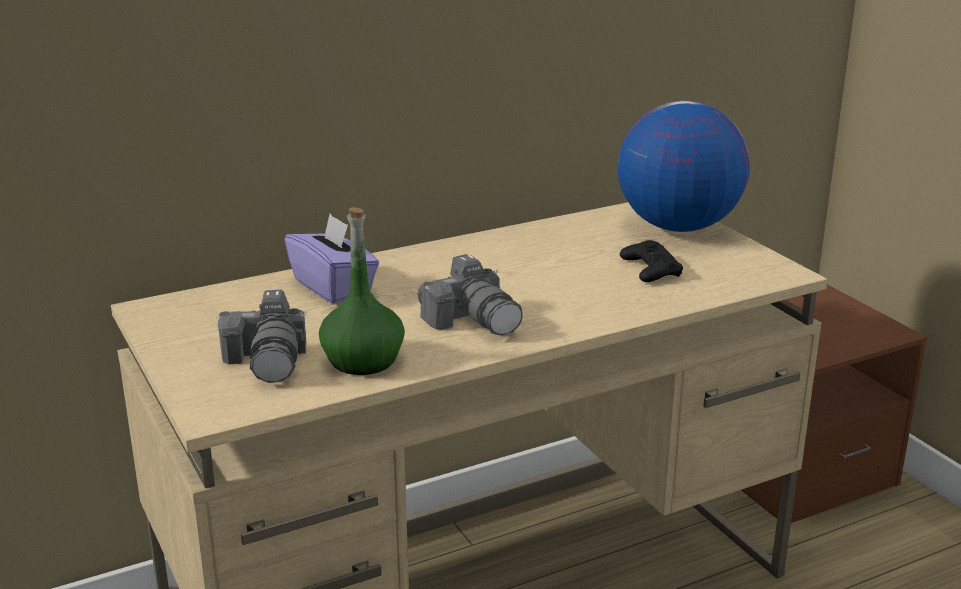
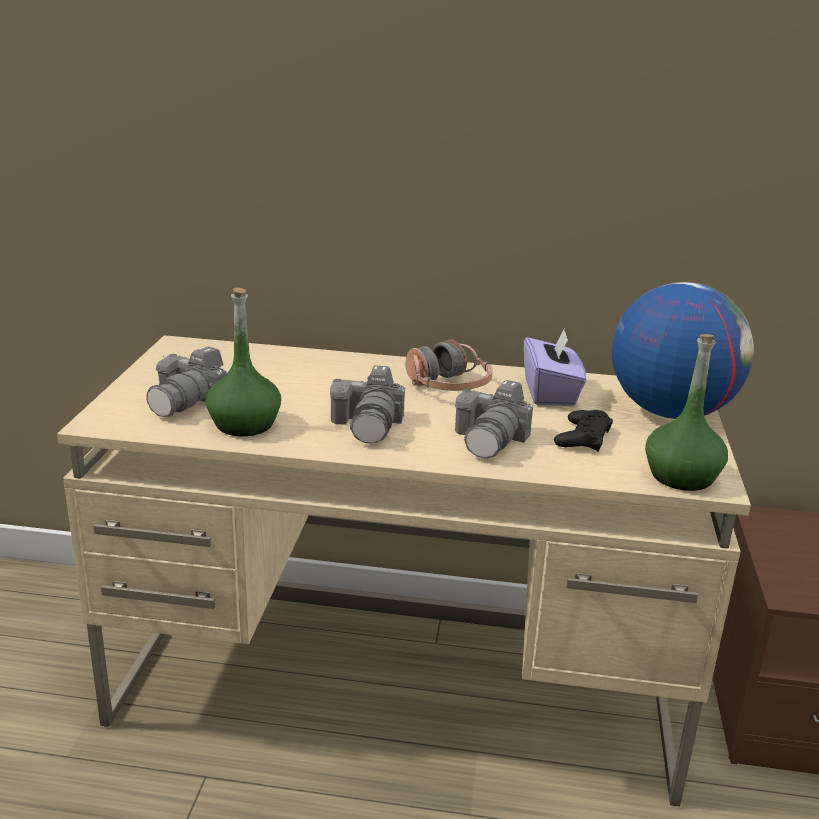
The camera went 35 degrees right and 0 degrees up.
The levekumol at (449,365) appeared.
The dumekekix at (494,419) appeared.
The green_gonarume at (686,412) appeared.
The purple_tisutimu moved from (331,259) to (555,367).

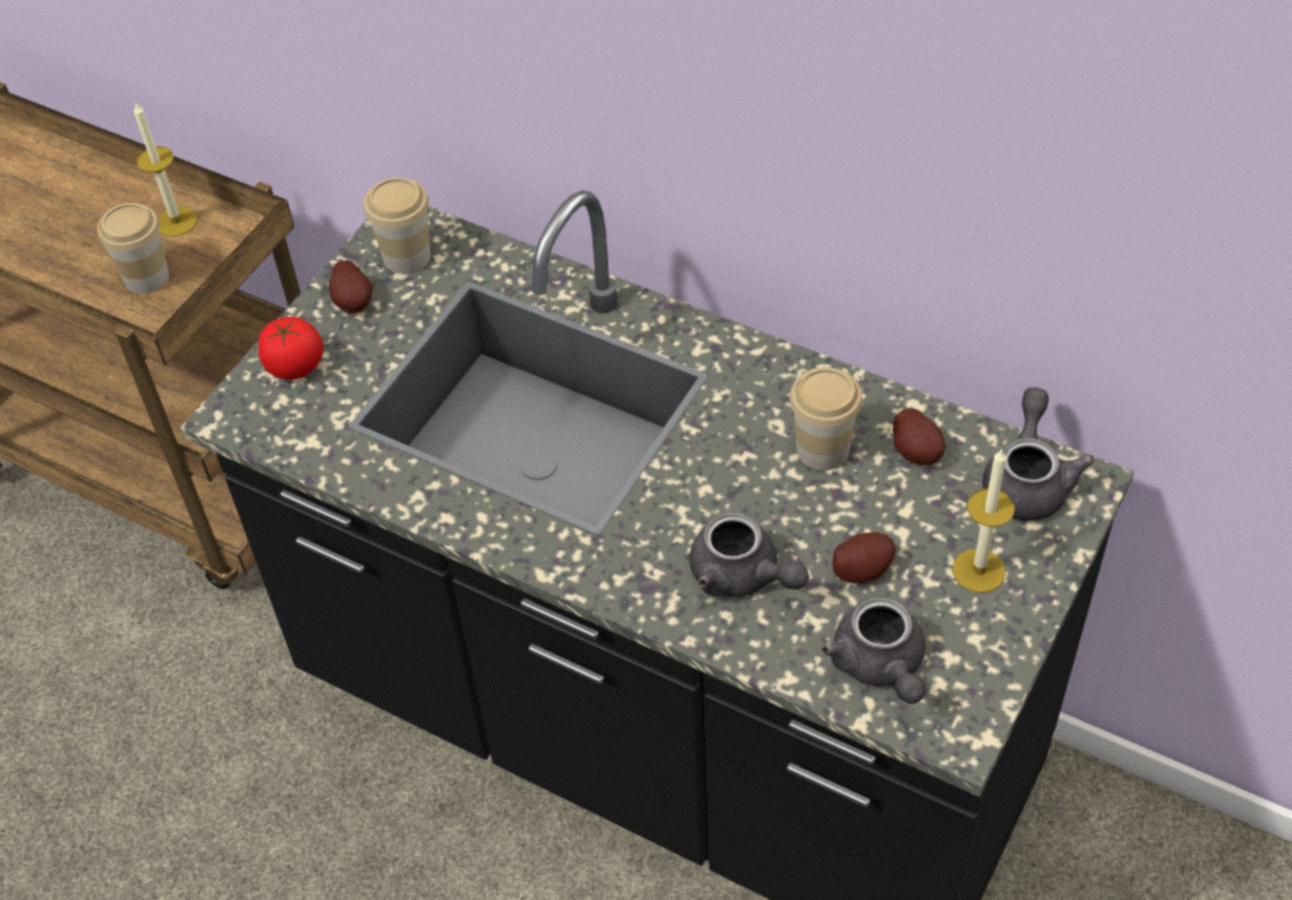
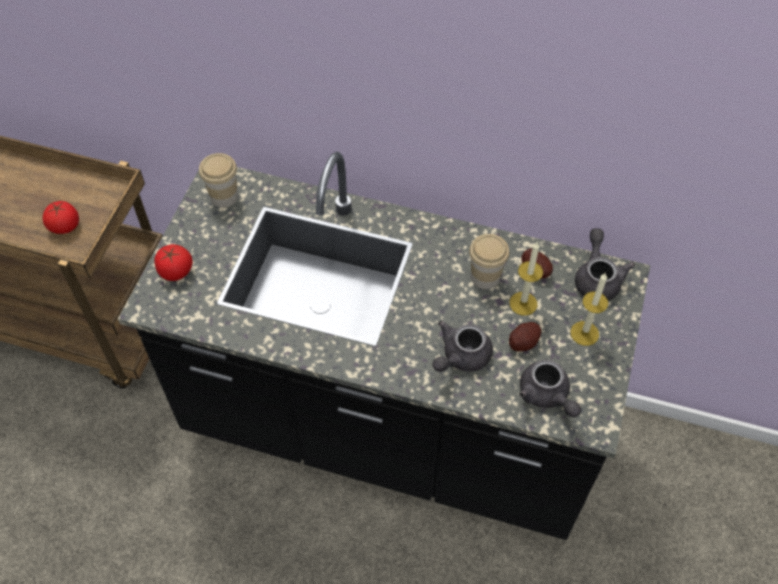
The camera went 15 degrees left and 5 degrees up.
The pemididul at (350,286) disappeared.
The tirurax moved from (165,169) to (526,278).
The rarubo at (133,248) was replaced by the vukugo at (61,217).
The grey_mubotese at (749,554) turned 105 degrees clockwise.

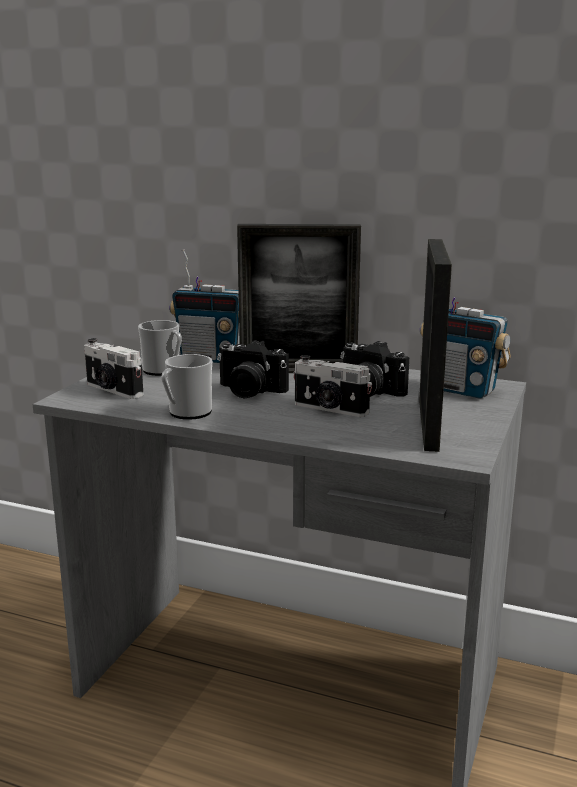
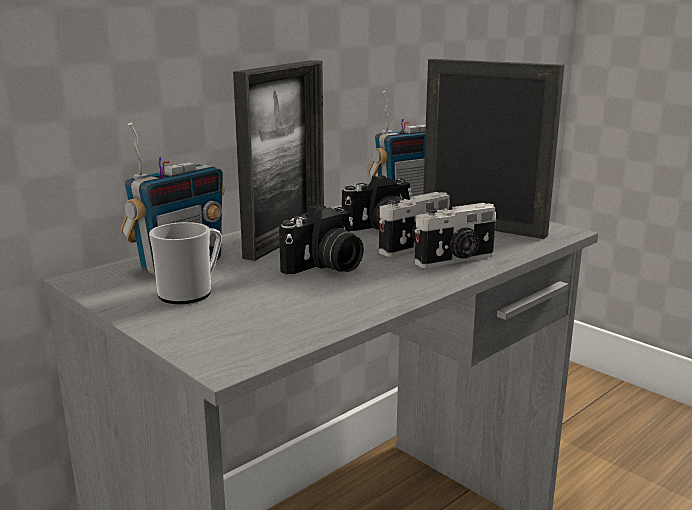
The camera went 65 degrees left and 0 degrees up.
The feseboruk at (186,387) disappeared.
The dumekekix moved from (114,368) to (456,235).

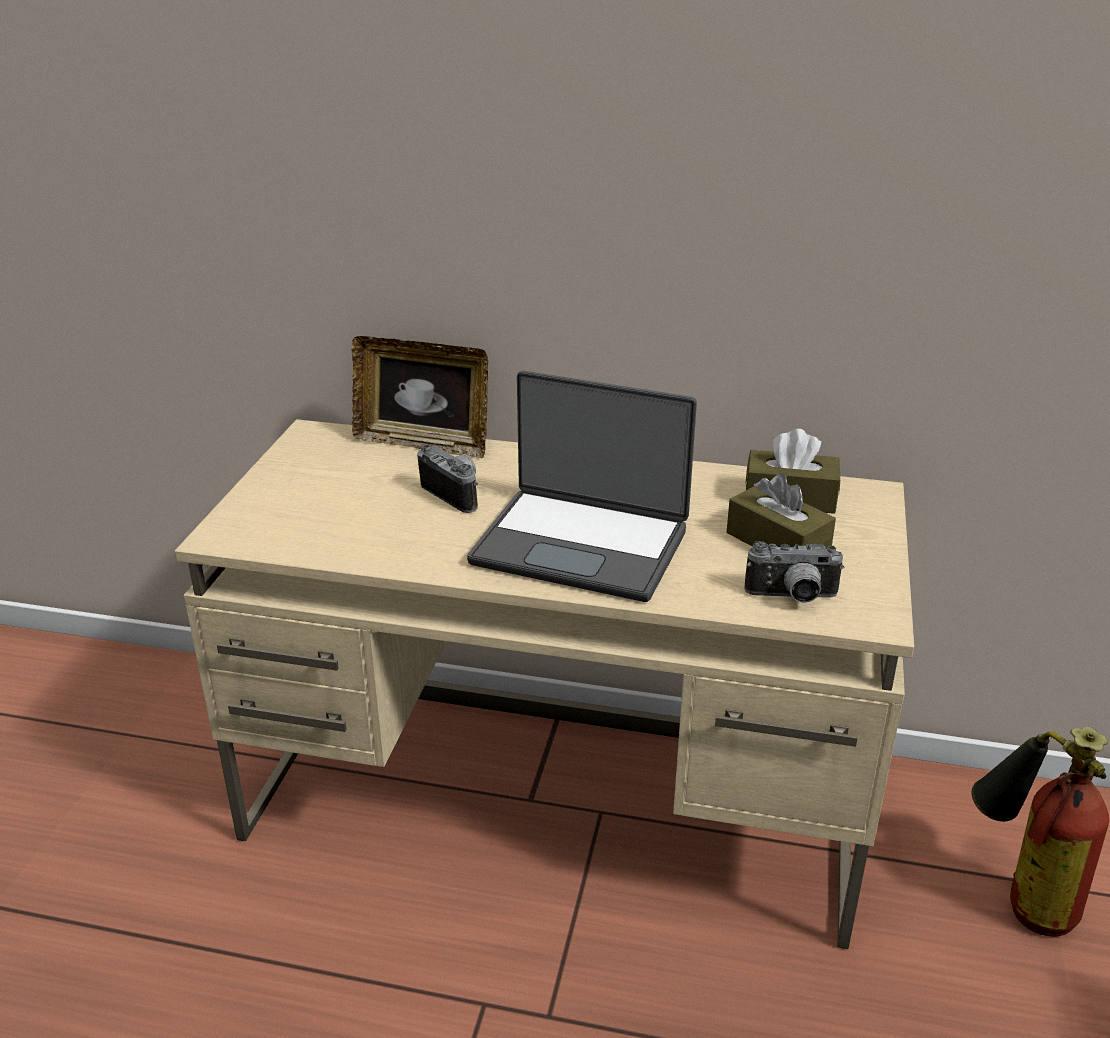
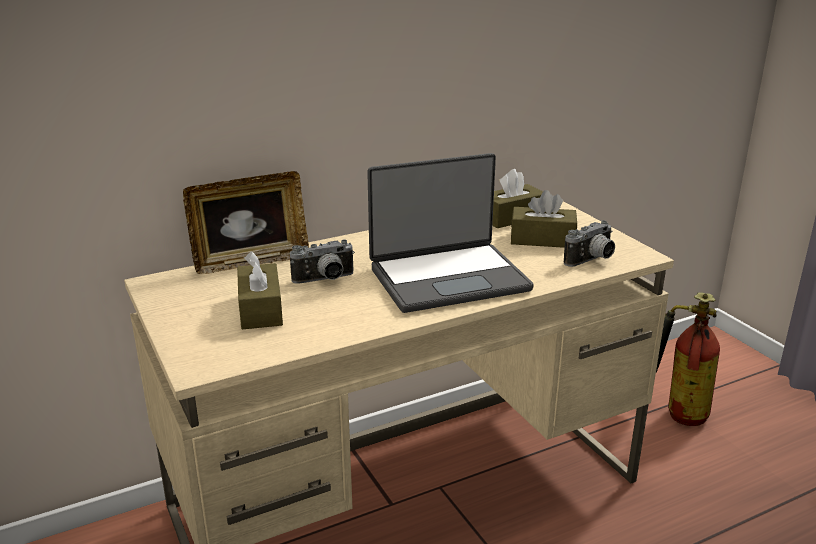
The camera went 40 degrees left and 5 degrees down.
The brown_tisutimu at (260,290) appeared.
The dumekekix at (447,479) turned 150 degrees clockwise.

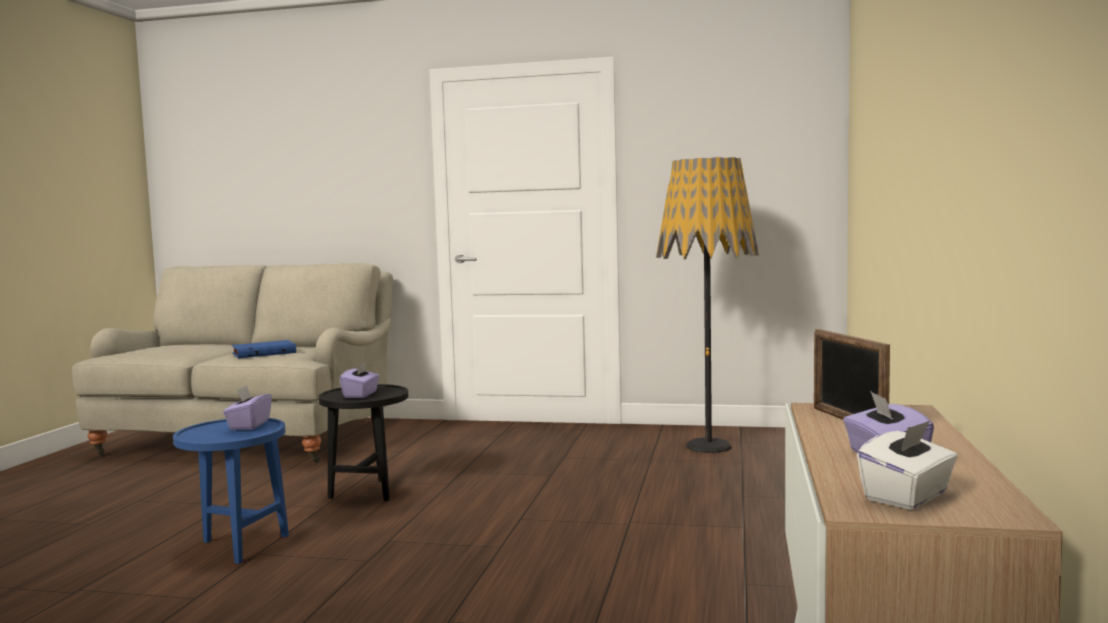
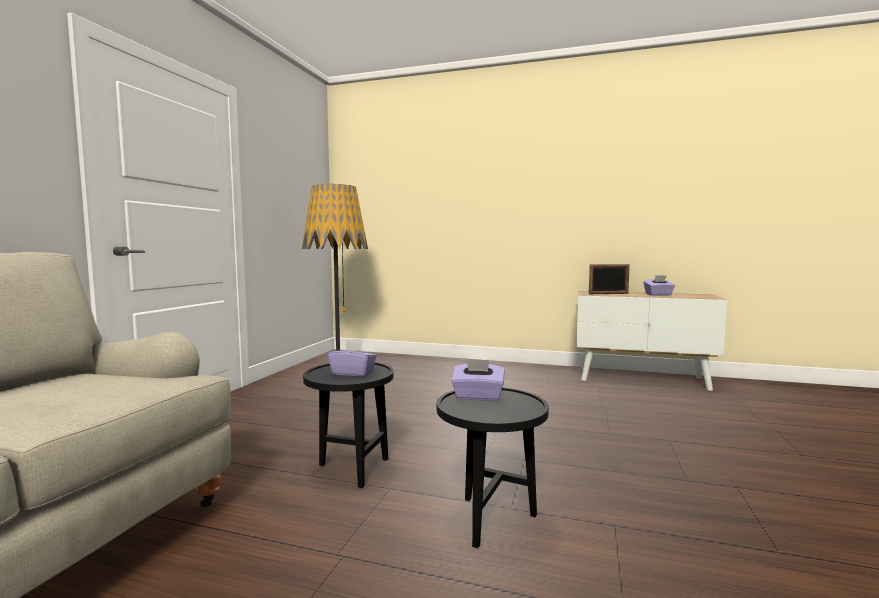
The camera went 85 degrees left and 0 degrees up.
The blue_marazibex at (264,349) disappeared.
The white_tisutimu at (907,465) disappeared.
The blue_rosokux at (231,491) became the black_rosokux at (493,467).

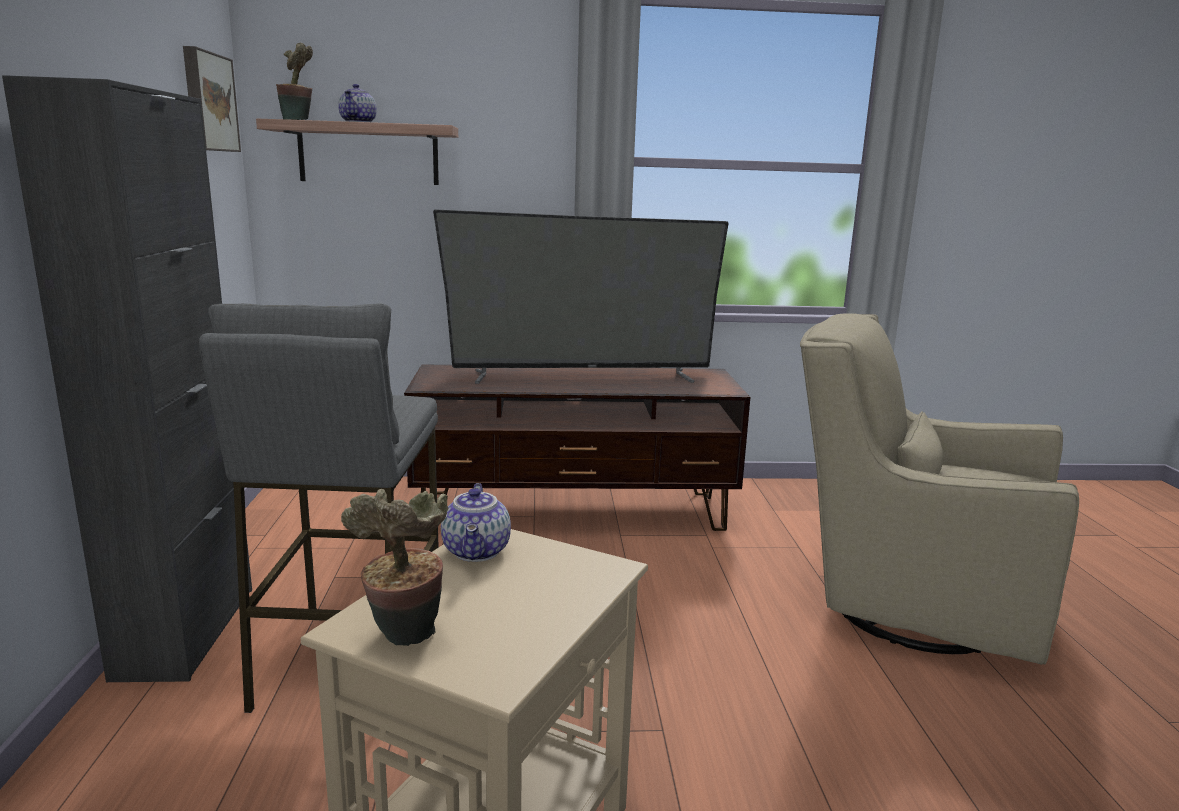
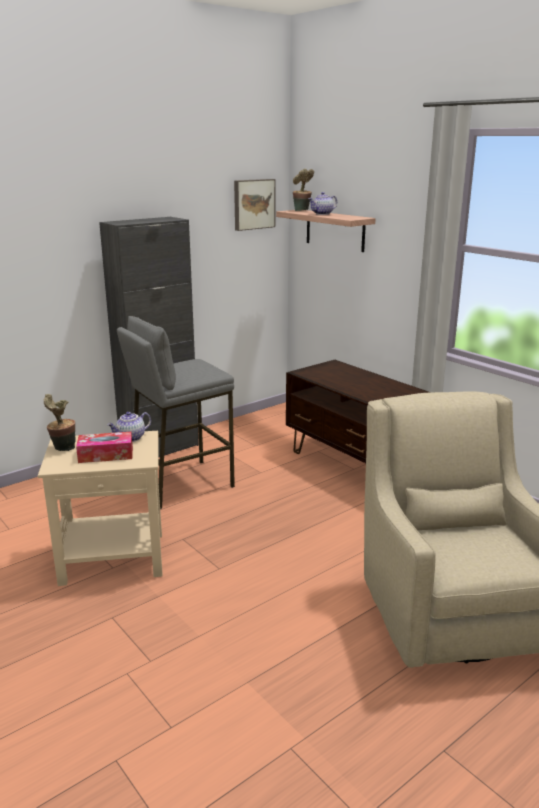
The camera went 55 degrees right and 5 degrees up.
The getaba at (581,296) disappeared.
The tisutimu at (104,447) appeared.

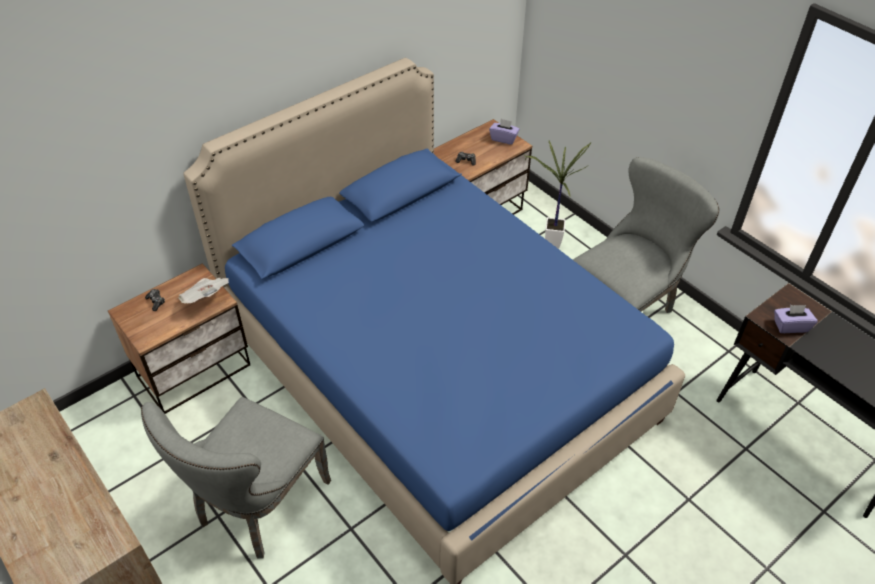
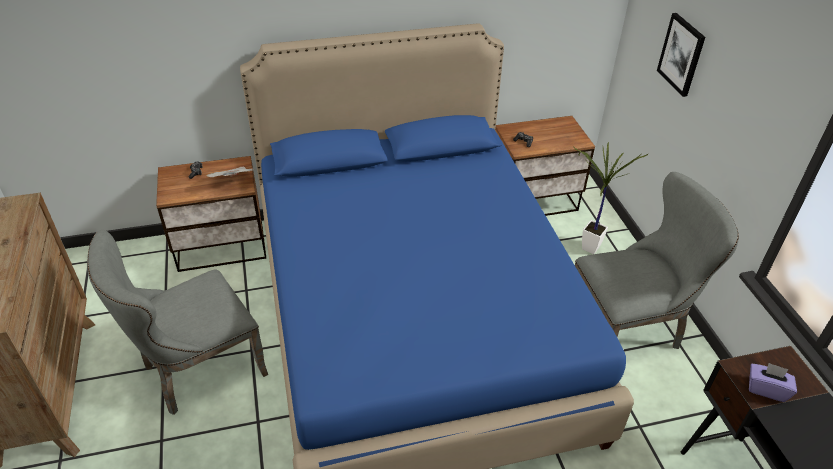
The camera went 25 degrees right and 5 degrees down.
The purple_tisutimu at (504,132) disappeared.
The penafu at (681,55) appeared.

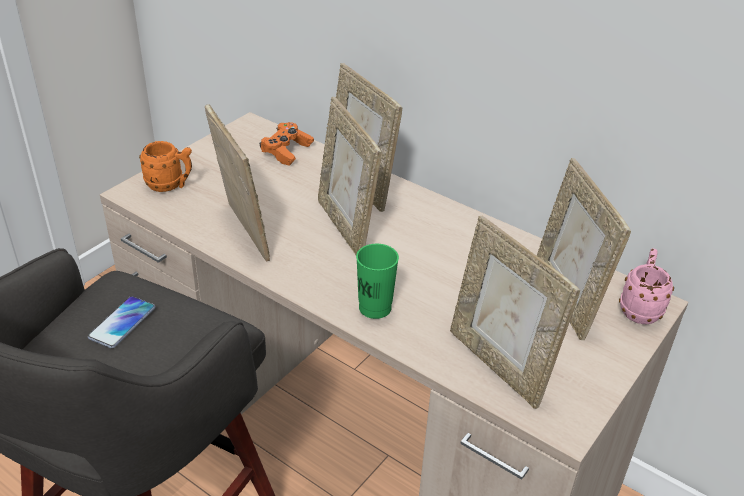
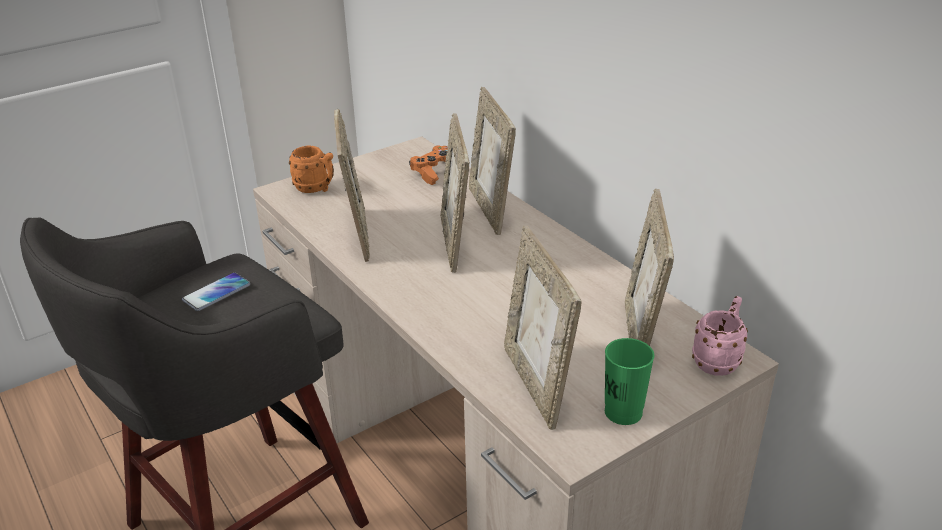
The camera went 20 degrees right and 5 degrees down.
The green_rarubo moved from (377,281) to (629,381).

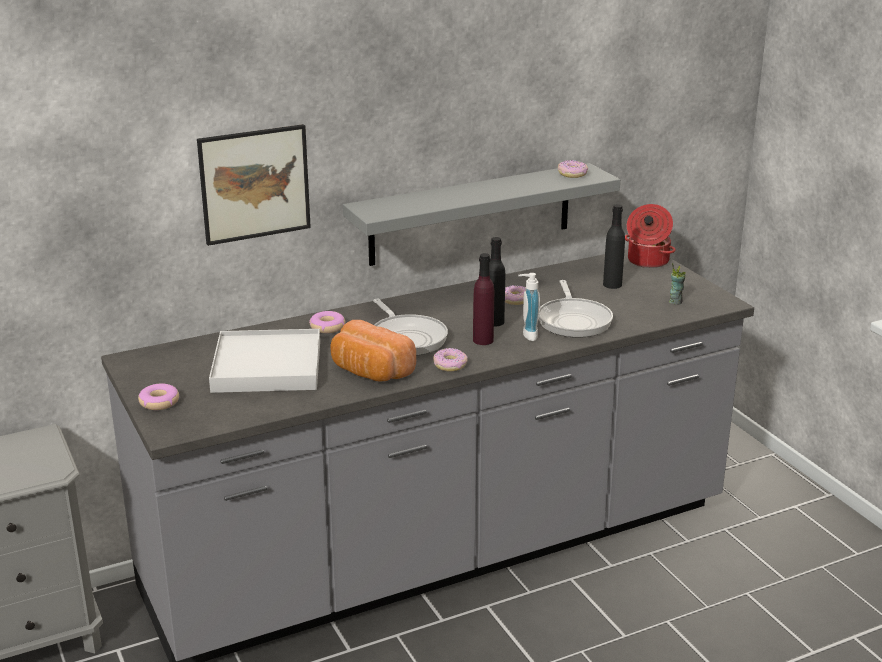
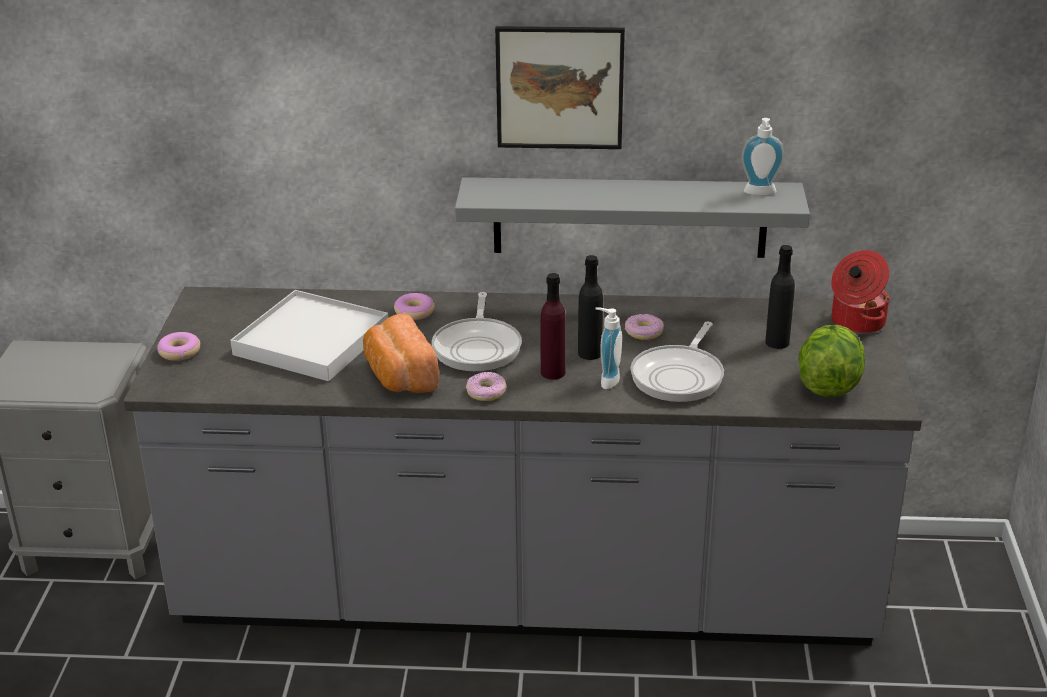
The camera went 30 degrees right and 5 degrees up.
The penafu moved from (254,185) to (560,87).
The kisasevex at (573,169) was replaced by the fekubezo at (762,157).
The rarubo at (677,284) was replaced by the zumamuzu at (831,361).

